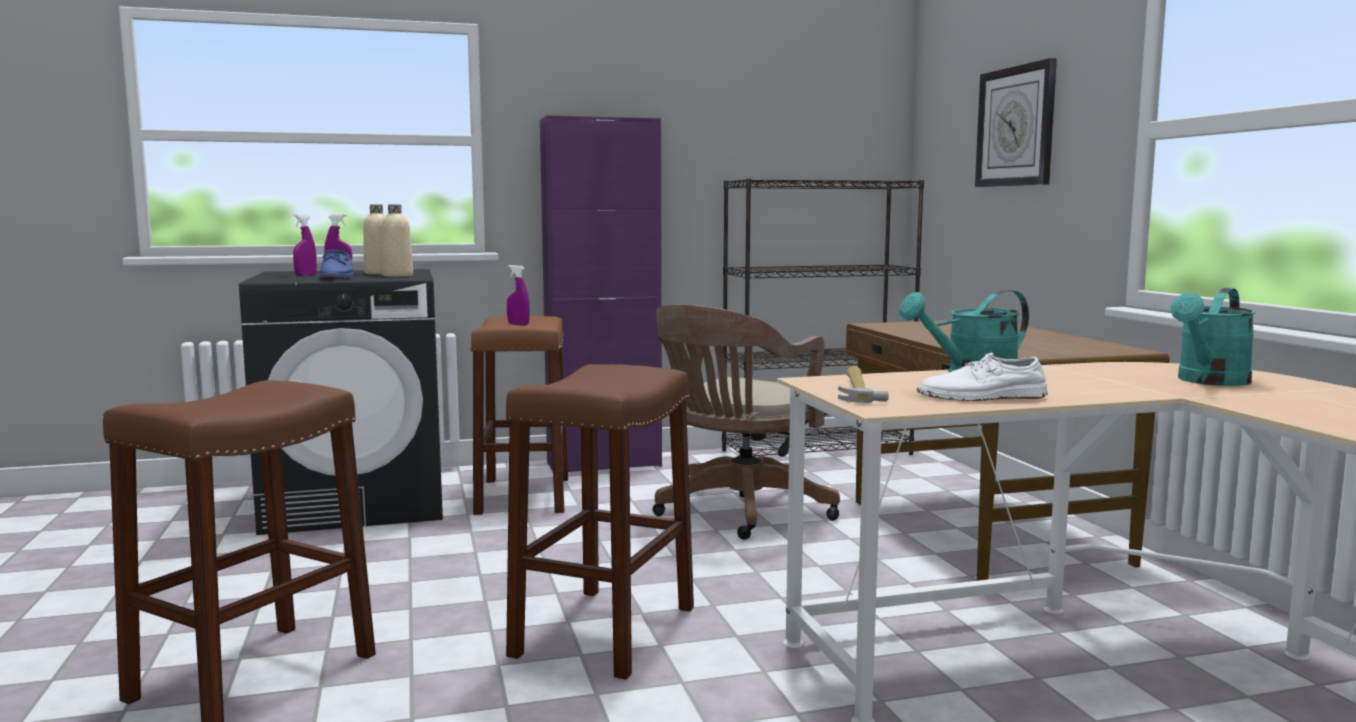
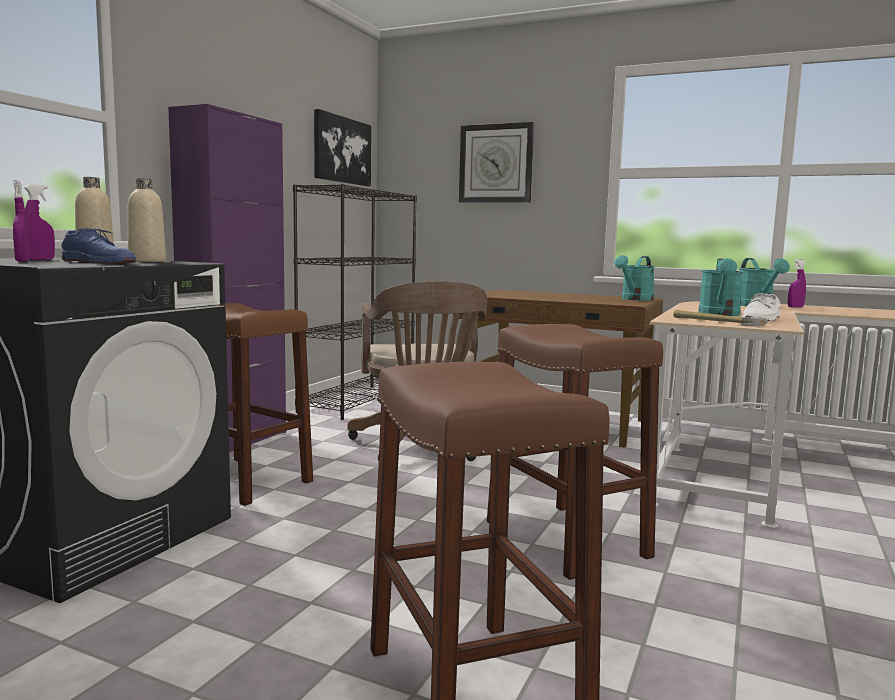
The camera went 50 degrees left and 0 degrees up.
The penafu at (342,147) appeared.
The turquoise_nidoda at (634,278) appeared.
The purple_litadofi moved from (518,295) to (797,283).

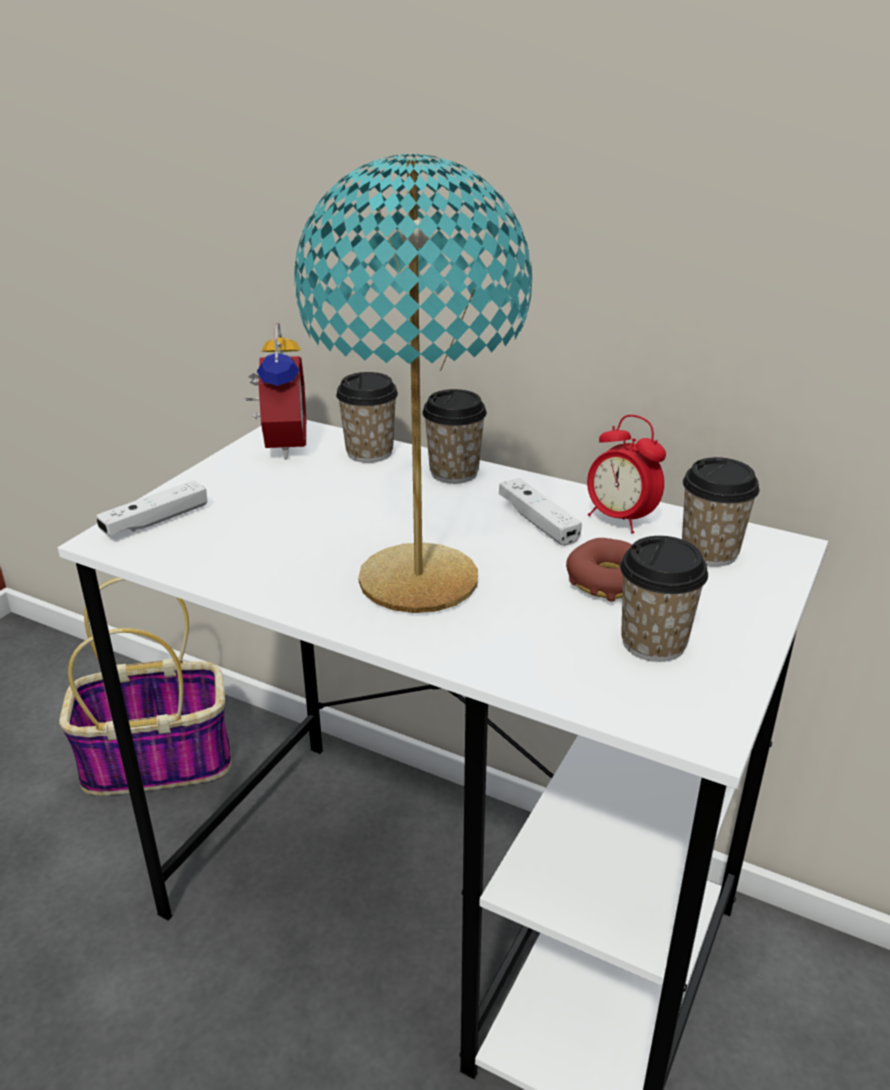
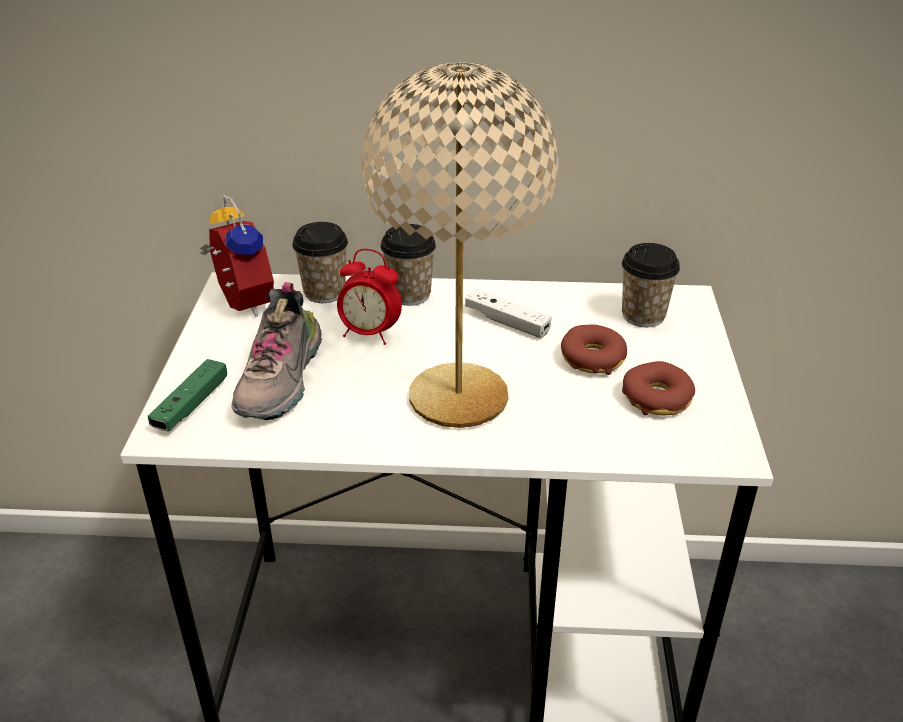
The camera went 25 degrees left and 5 degrees up.
The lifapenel at (145,686) disappeared.
The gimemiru at (277,351) appeared.
The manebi moved from (626,474) to (369,297).
The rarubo at (664,599) was replaced by the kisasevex at (658,388).
The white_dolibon at (151,508) became the green_dolibon at (187,395).
The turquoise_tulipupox at (413,383) became the beige_tulipupox at (460,245).

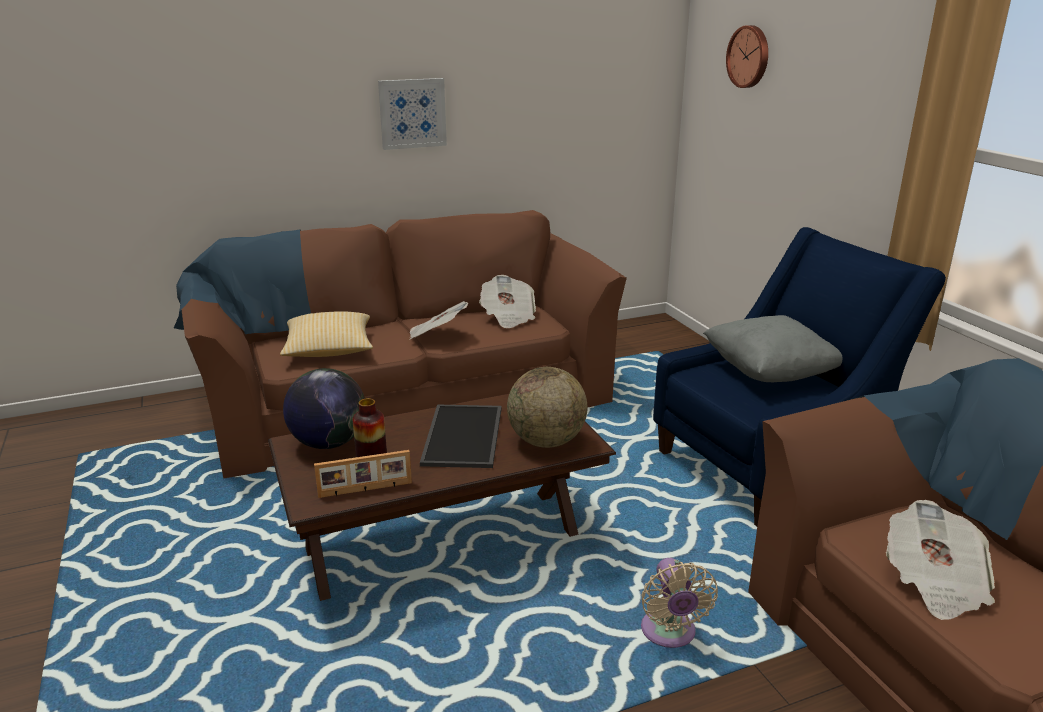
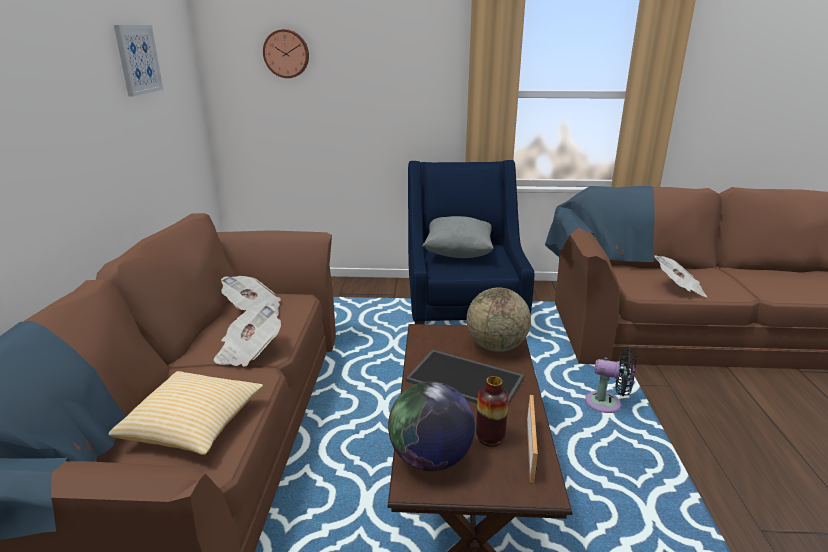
The camera went 65 degrees left and 0 degrees up.
The penafu moved from (412,114) to (138,60).
The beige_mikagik at (679,603) became the black_mikagik at (610,380).

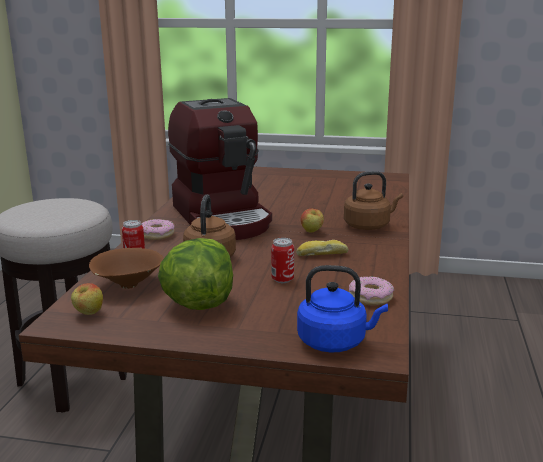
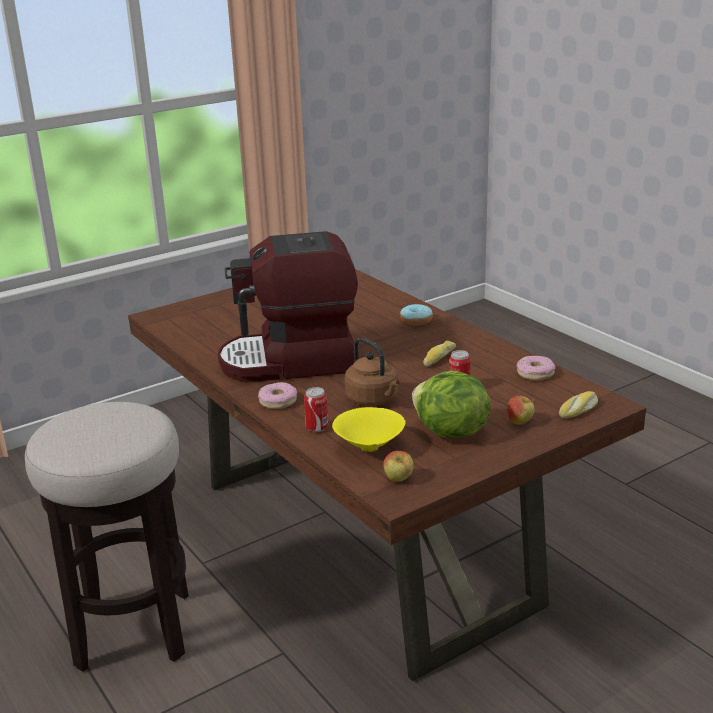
The camera went 45 degrees left and 5 degrees up.
The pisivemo moved from (312,221) to (521,410).
The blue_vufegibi at (342,309) was replaced by the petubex at (578,404).
The brown_vufegibi at (373,200) was replaced by the kisasevex at (416,315).
The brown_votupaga at (126,268) became the yellow_votupaga at (369,429).
The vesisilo at (220,169) turned 150 degrees clockwise.

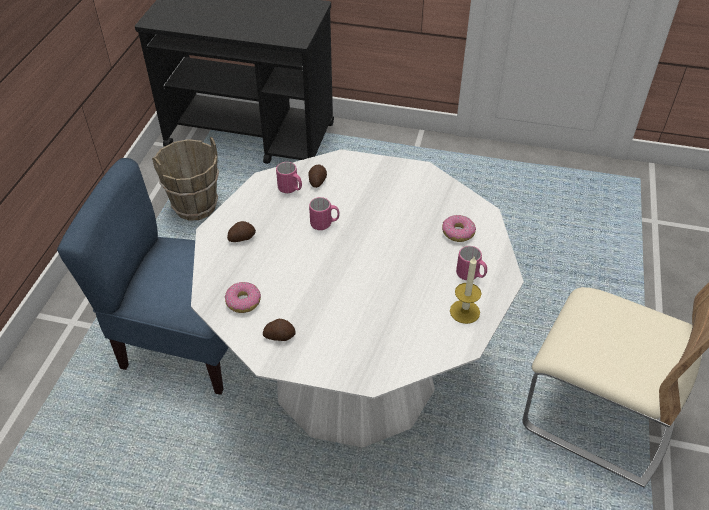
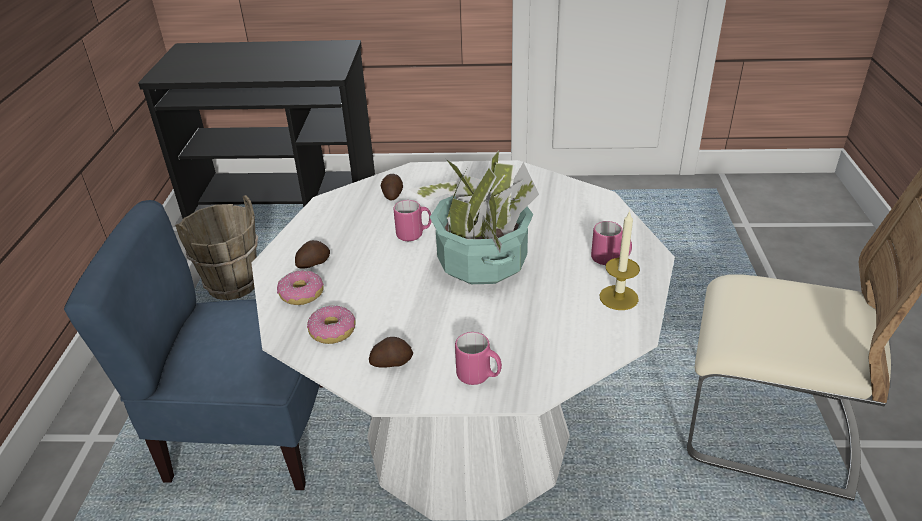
The camera went 10 degrees left and 10 degrees down.
The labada at (474,217) appeared.
The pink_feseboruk moved from (289,177) to (478,358).
The kisasevex moved from (459,228) to (300,287).

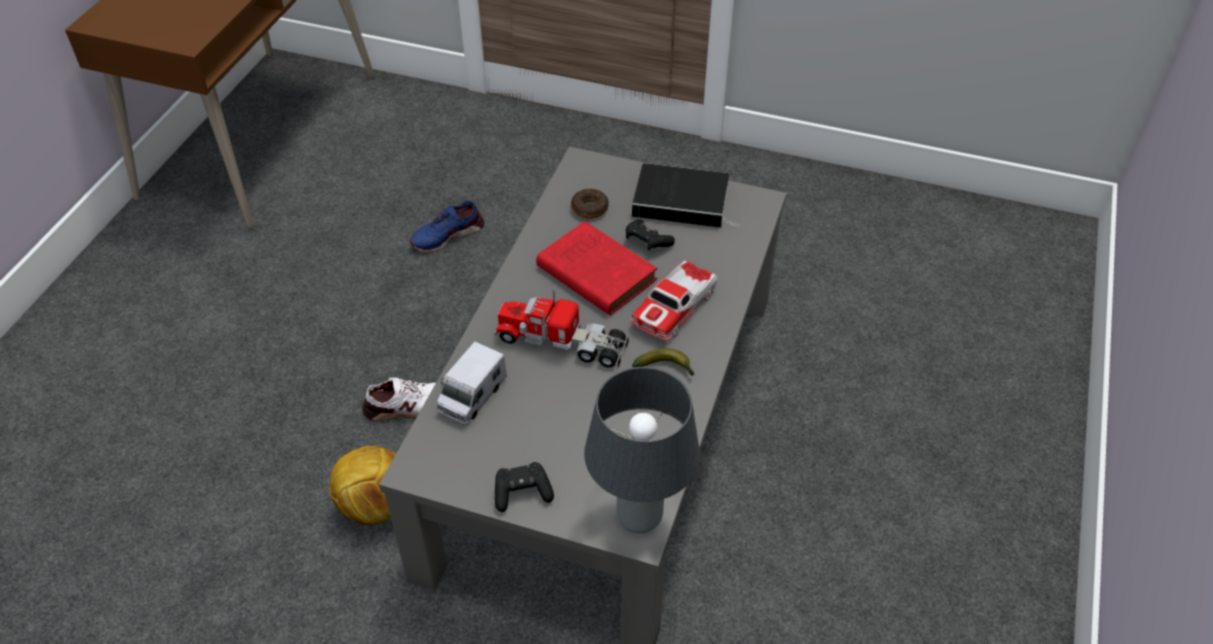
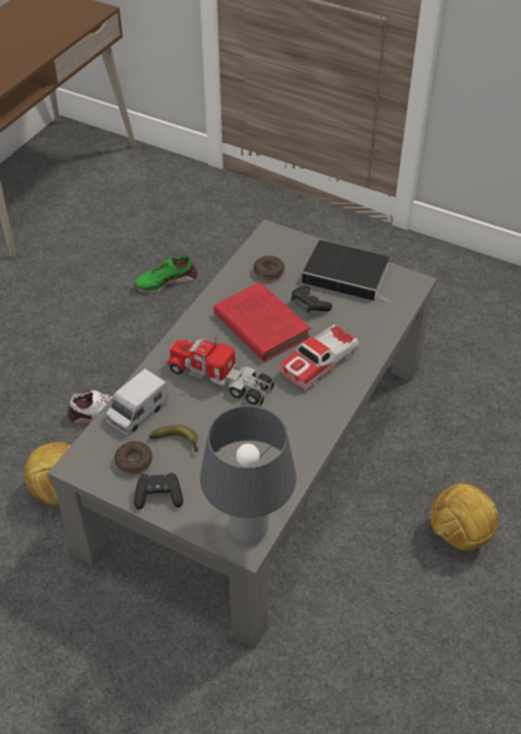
The camera went 10 degrees right and 0 degrees up.
The kisasevex at (133,457) appeared.
The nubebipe at (464,517) appeared.
The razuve moved from (663,362) to (173,438).
The blue_gimemiru at (447,226) became the green_gimemiru at (165,273).

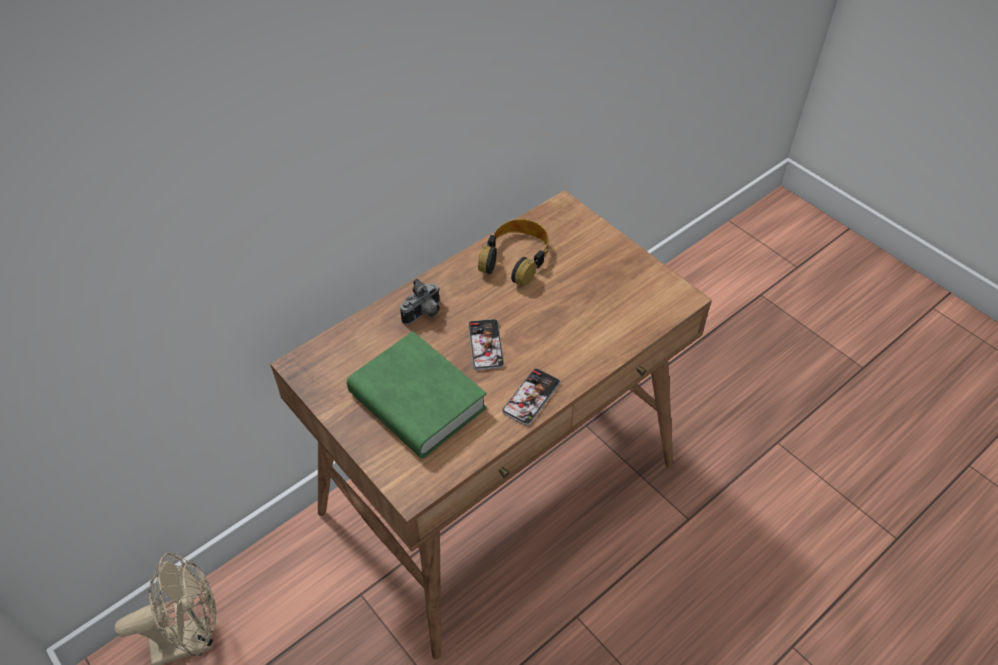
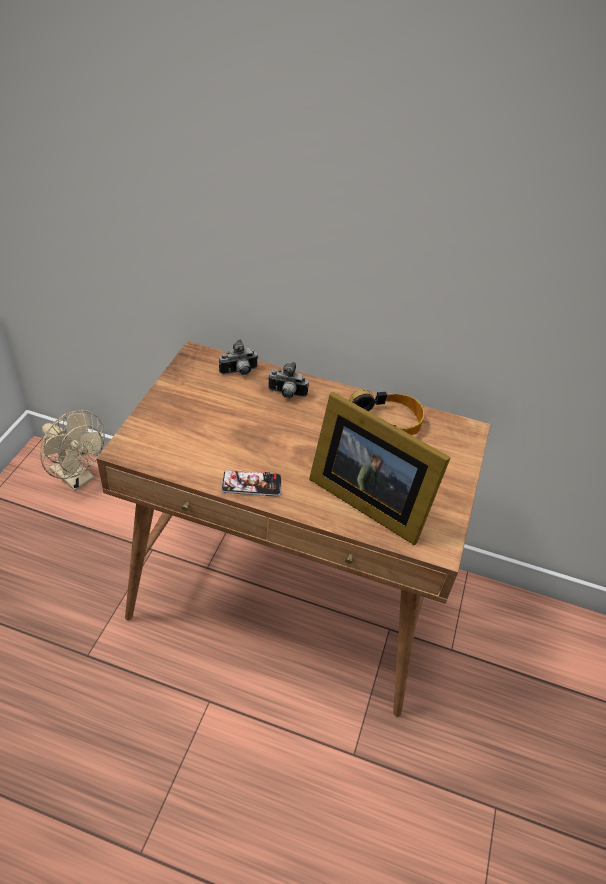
The camera went 55 degrees right and 5 degrees down.
The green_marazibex at (417,394) disappeared.
The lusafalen at (486,344) disappeared.
The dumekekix at (238,357) appeared.
The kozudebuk at (380,468) appeared.

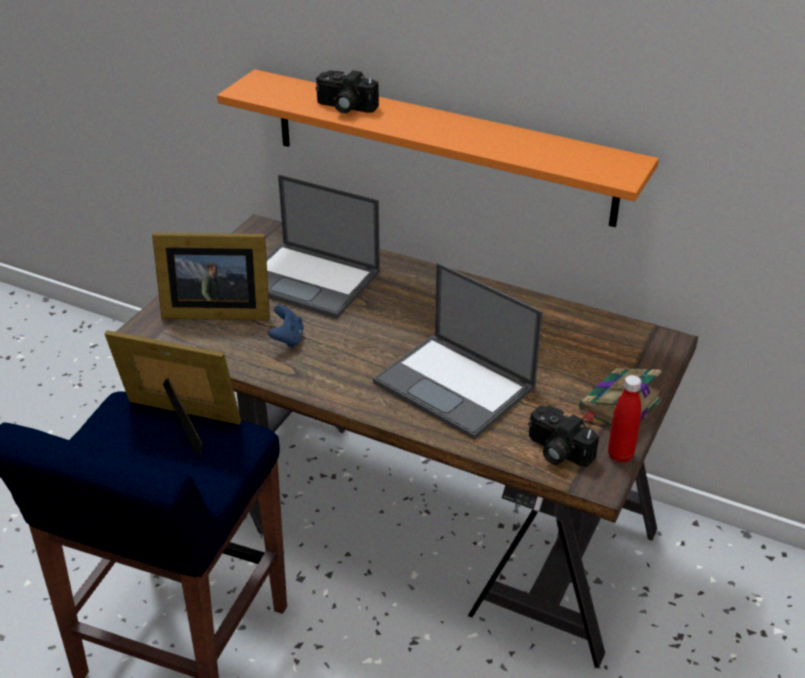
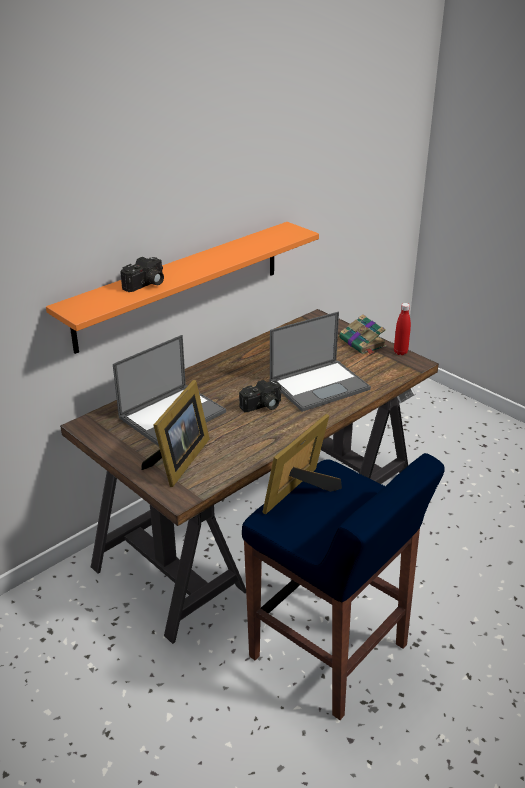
The camera went 70 degrees left and 5 degrees down.
The blue_dolibon at (286,326) disappeared.
The dumekekix moved from (563,436) to (260,396).

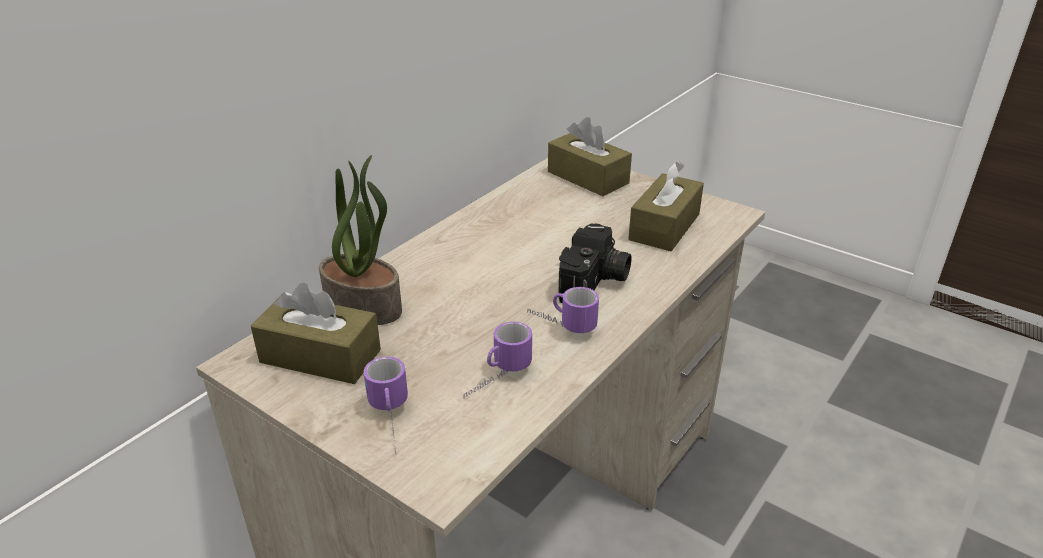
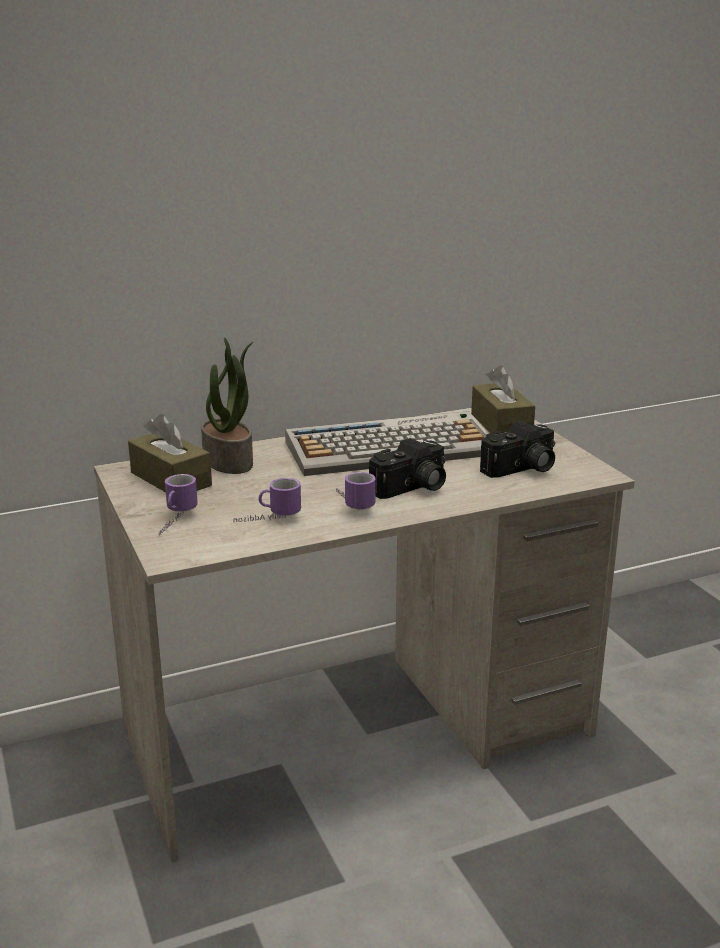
The camera went 30 degrees right and 10 degrees down.
The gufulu at (387,443) appeared.
The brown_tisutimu at (666,206) was replaced by the dumekekix at (517,449).

